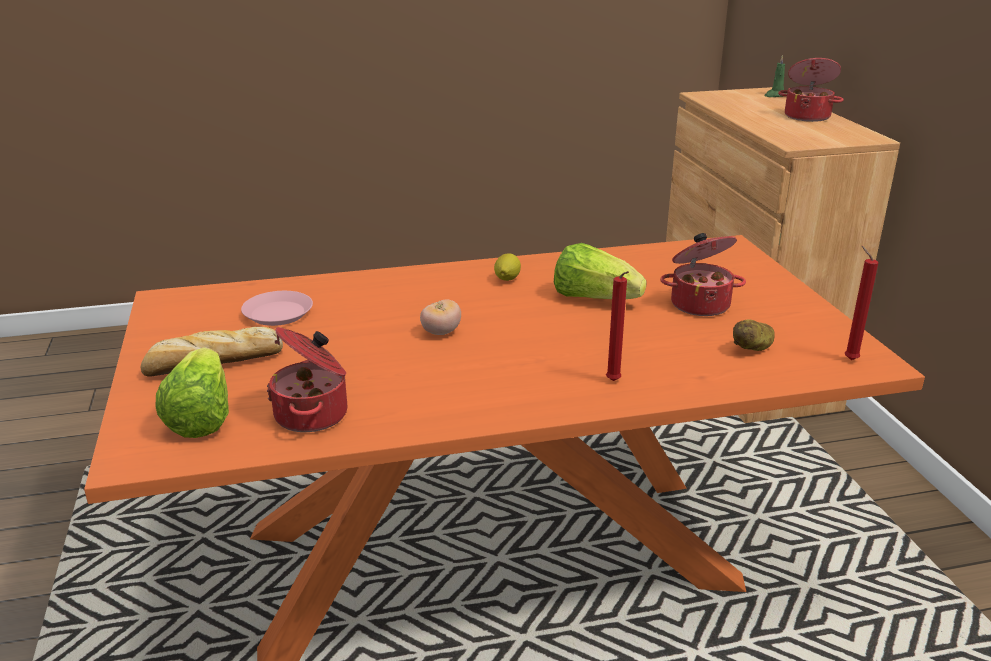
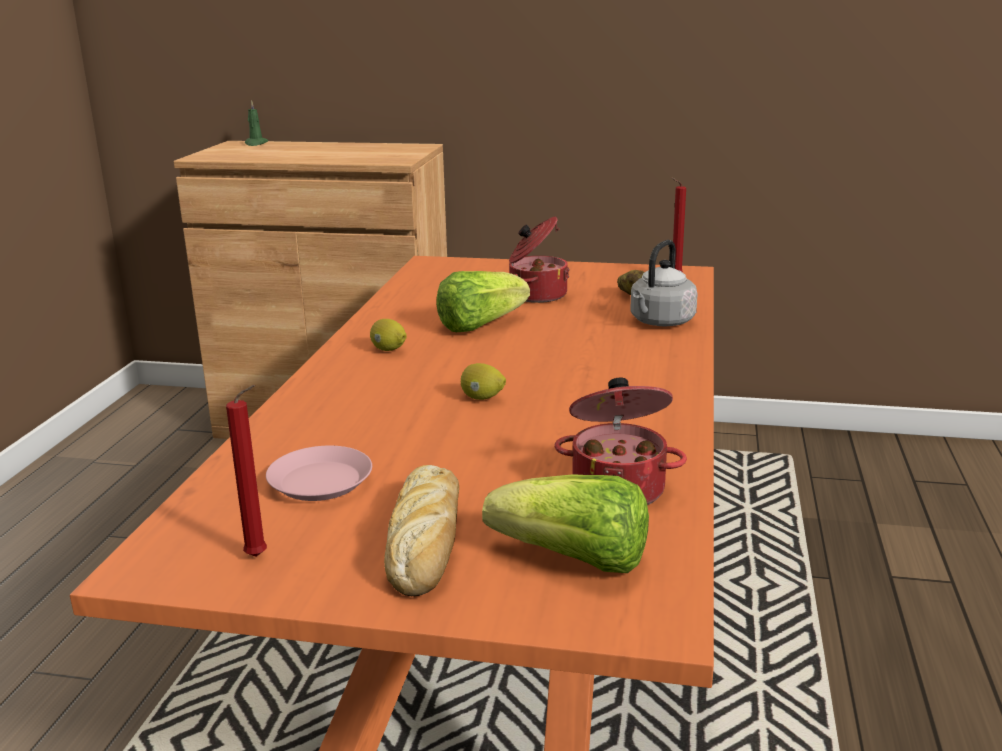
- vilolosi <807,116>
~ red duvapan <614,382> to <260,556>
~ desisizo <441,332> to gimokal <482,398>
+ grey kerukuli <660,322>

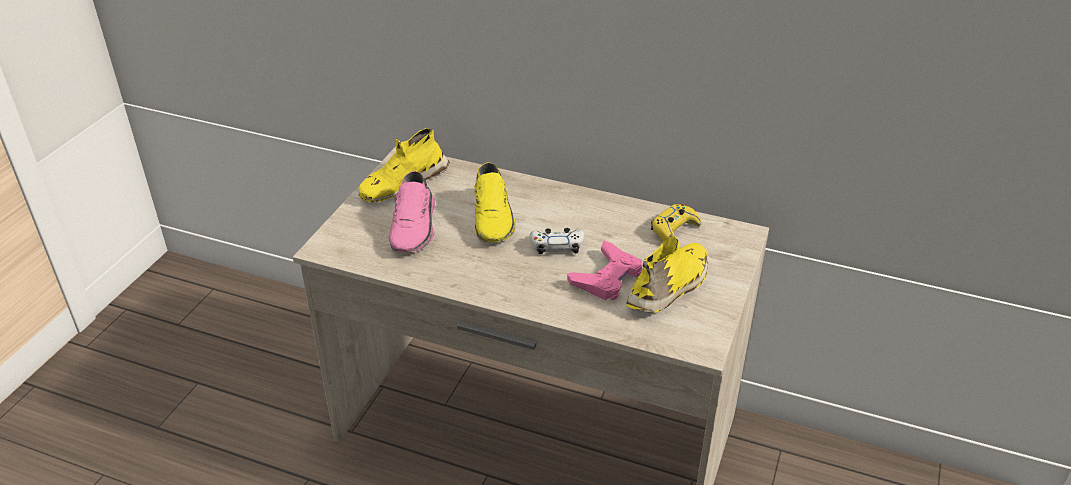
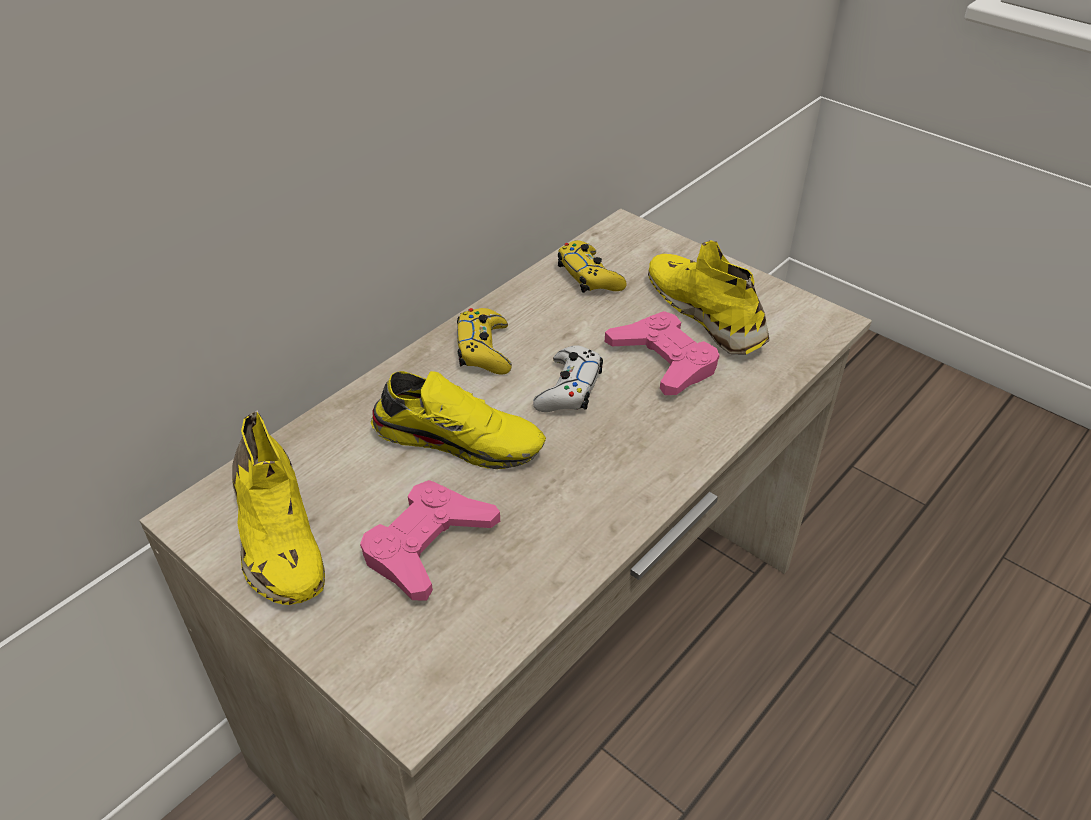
~ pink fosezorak <415,227> to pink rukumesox <428,545>
+ yellow rukumesox <484,350>

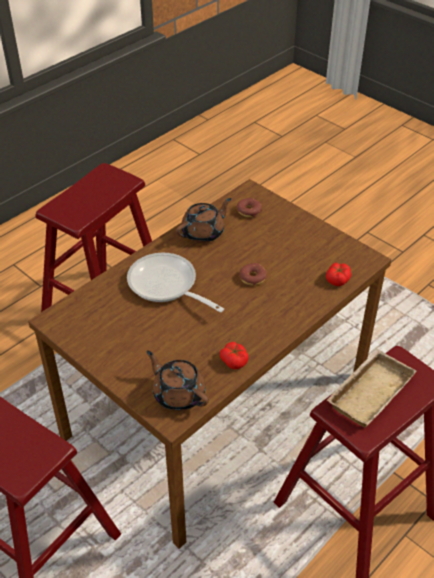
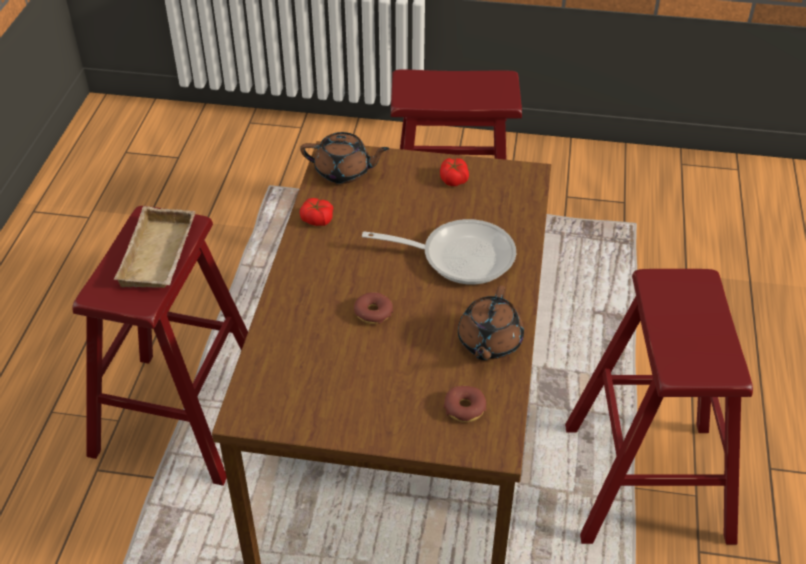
~ desisizo <338,279> to <453,179>

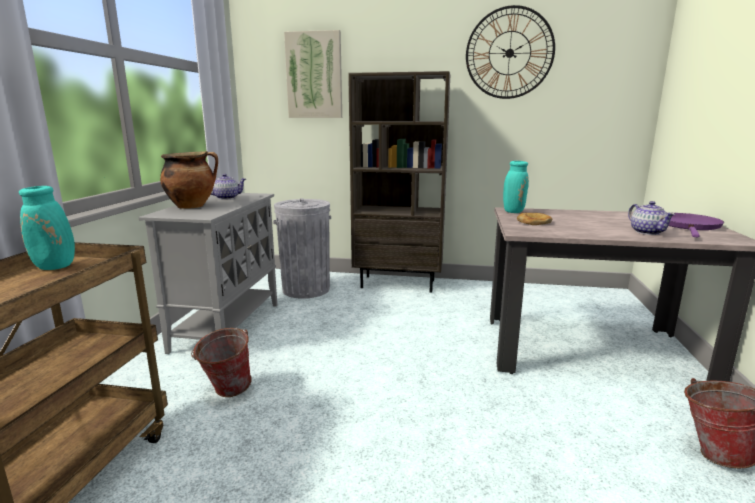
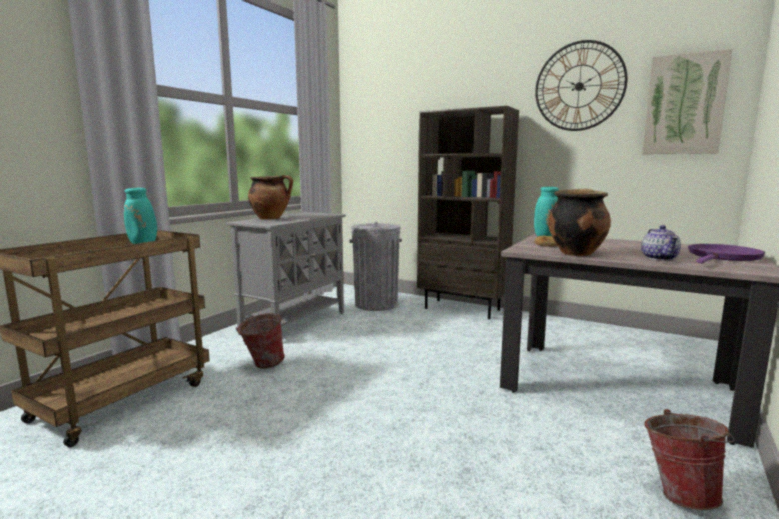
~ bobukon <314,75> to <684,105>
- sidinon <226,198>
+ vilolosi <575,253>

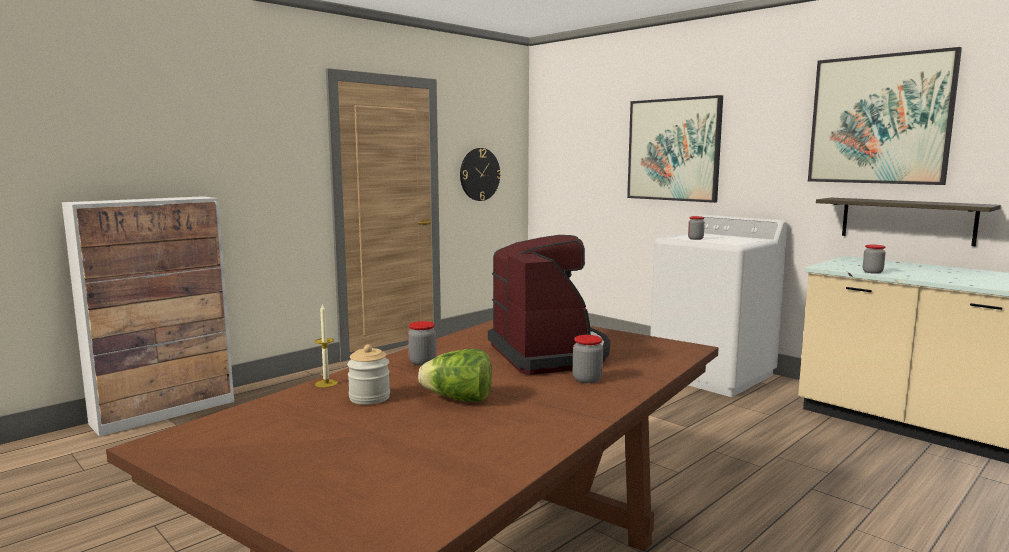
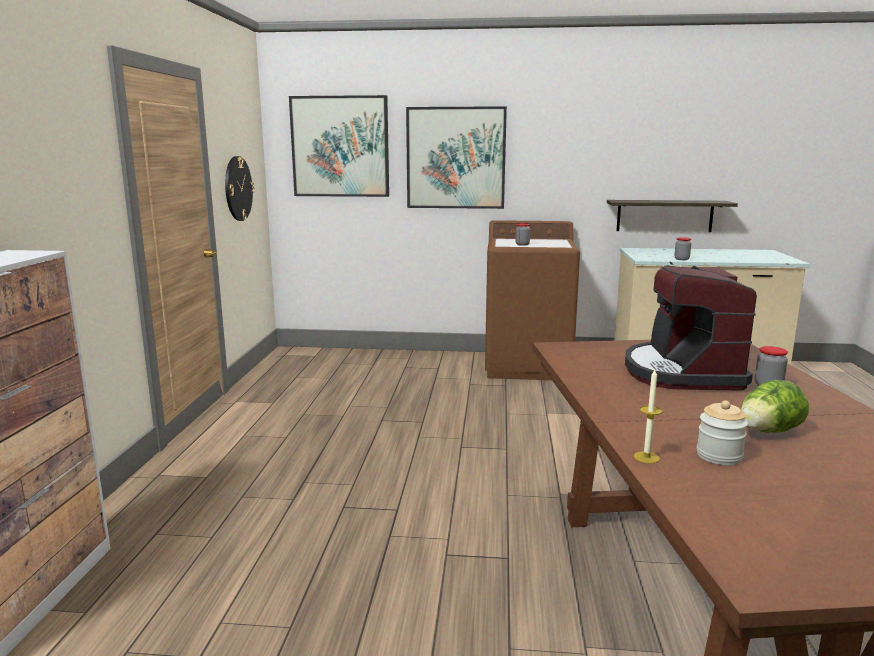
~ bobukon <879,120> to <340,147>
~ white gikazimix <712,375> to brown gikazimix <527,366>
~ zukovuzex <549,354> = <682,372> 120 degrees counterclockwise
- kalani <422,362>

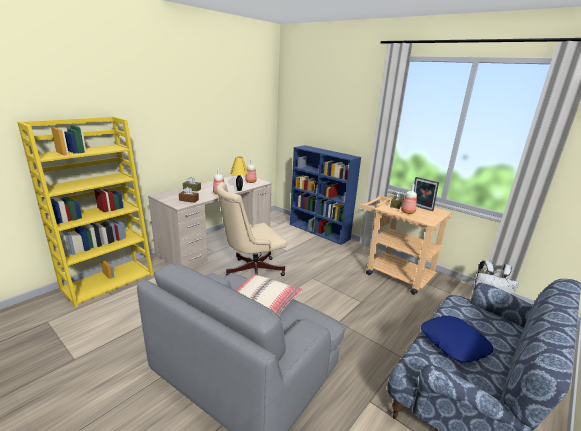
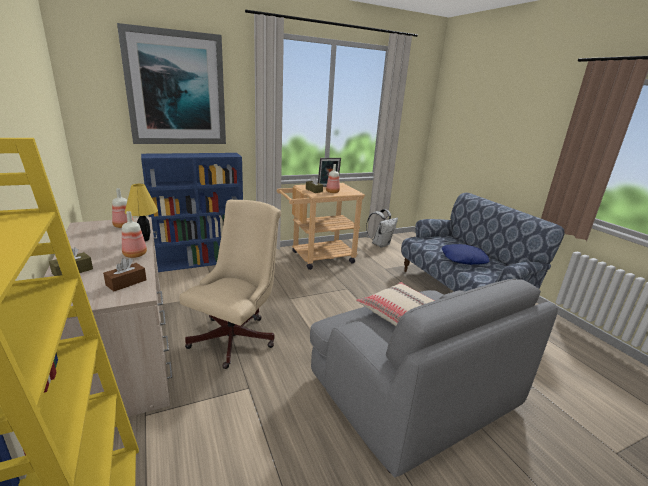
~ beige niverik <250,272> = <237,336> 150 degrees counterclockwise
+ bobukon <176,89>

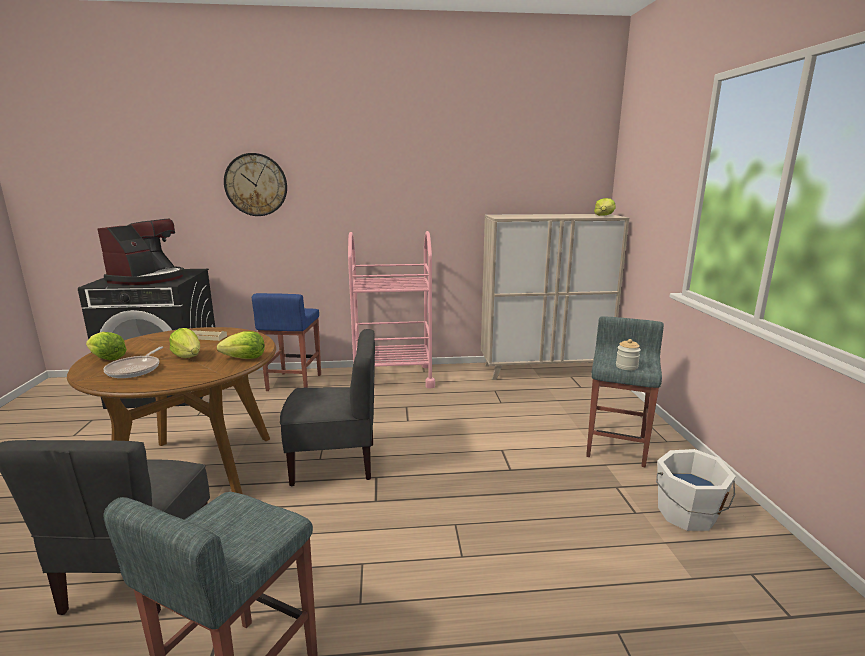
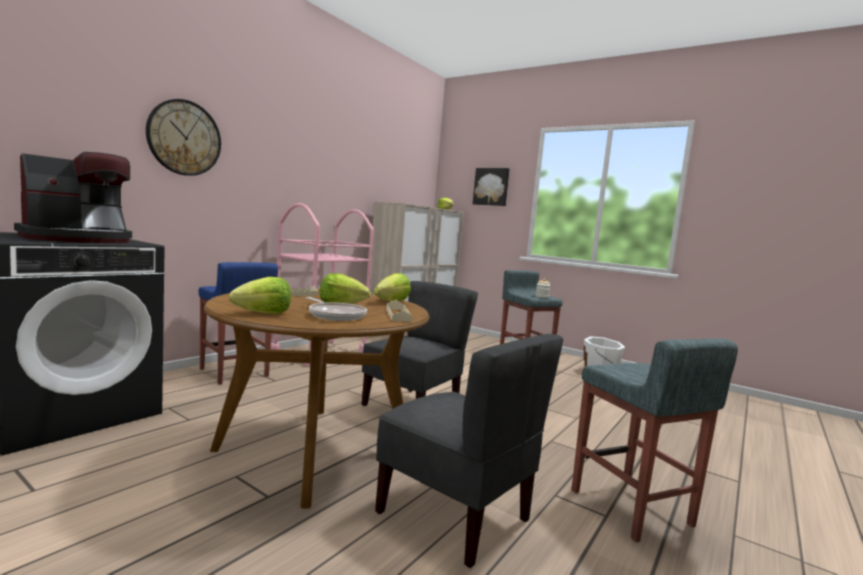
~ zukovuzex <148,279> = <78,239> 75 degrees clockwise
+ bobukon <491,187>
+ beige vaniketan <398,315>

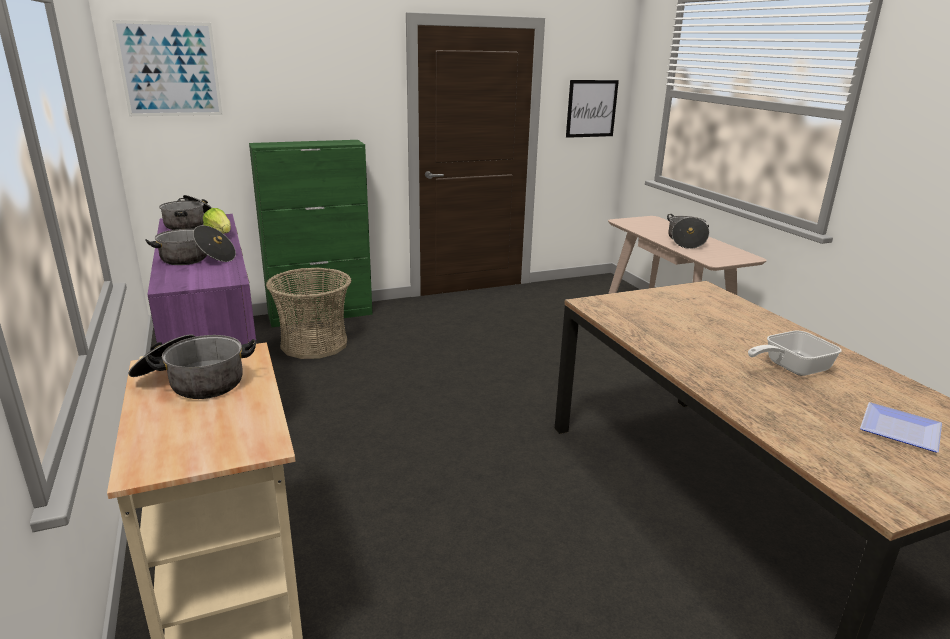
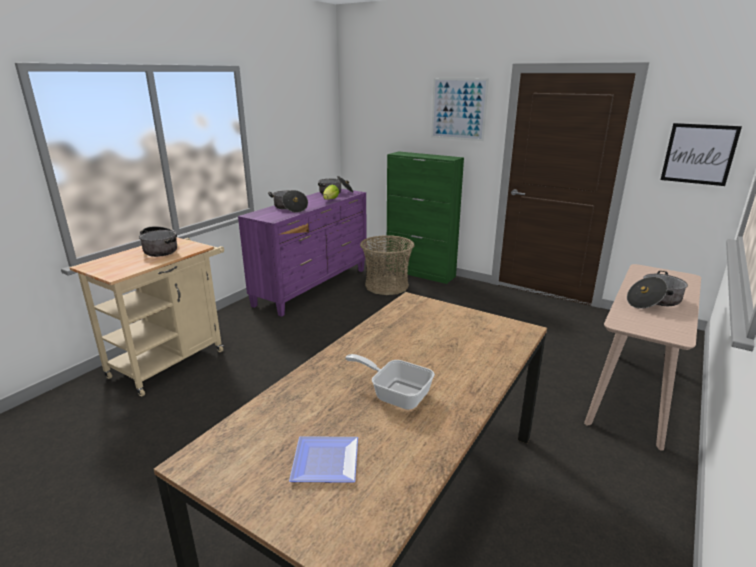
~ bobukon <170,69> to <458,109>

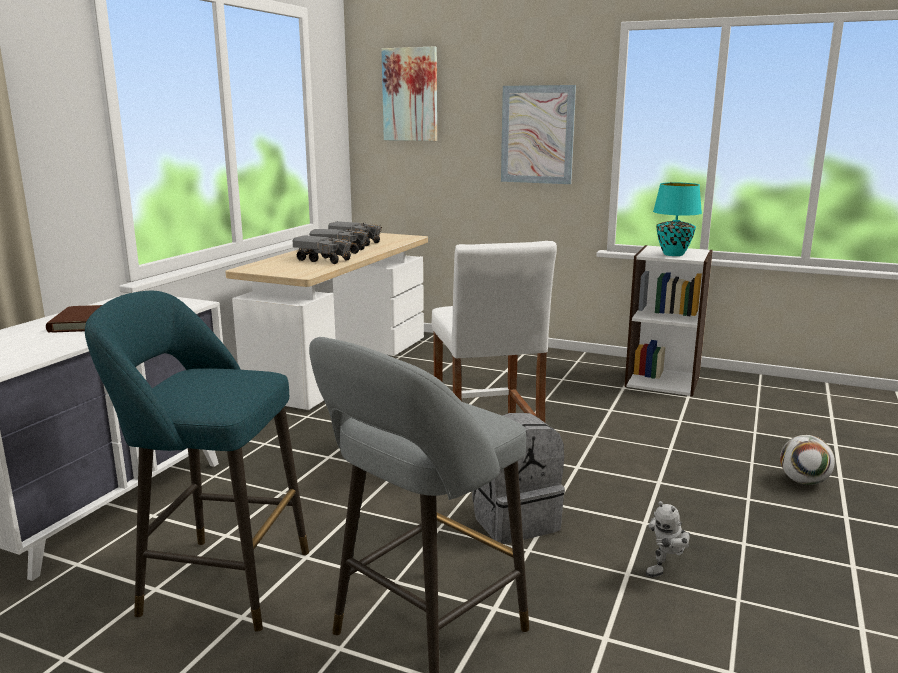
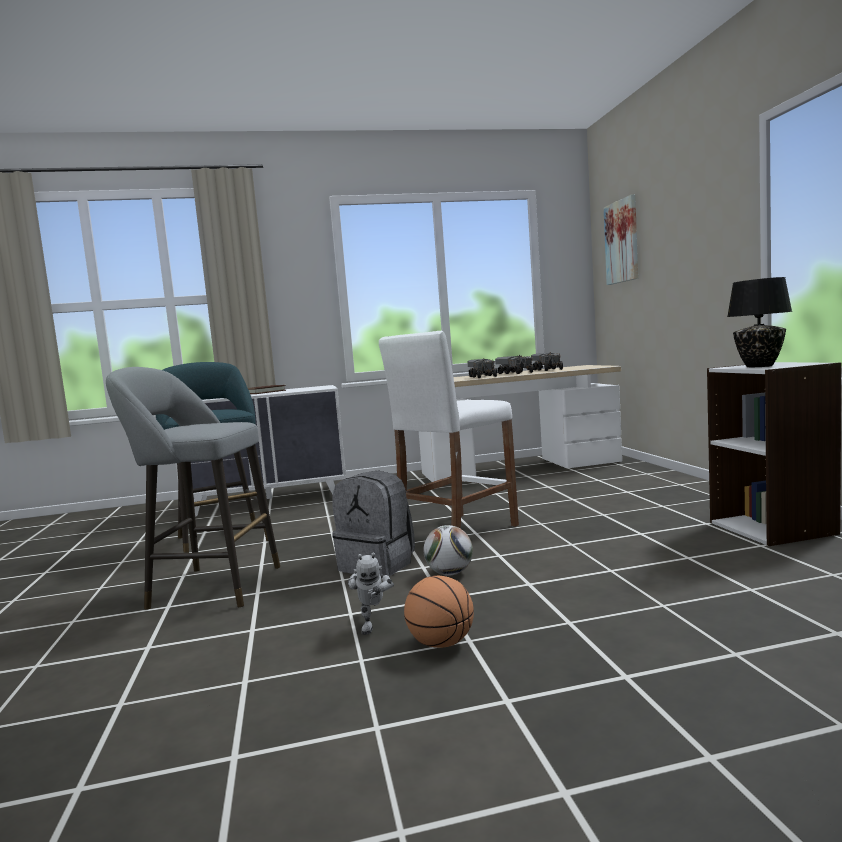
- bobukon <537,134>
~ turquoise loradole <674,254> to black loradole <760,366>
~ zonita <803,481> to <449,573>
~ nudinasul <667,571> = <373,625> 105 degrees counterclockwise
+ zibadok <441,644>

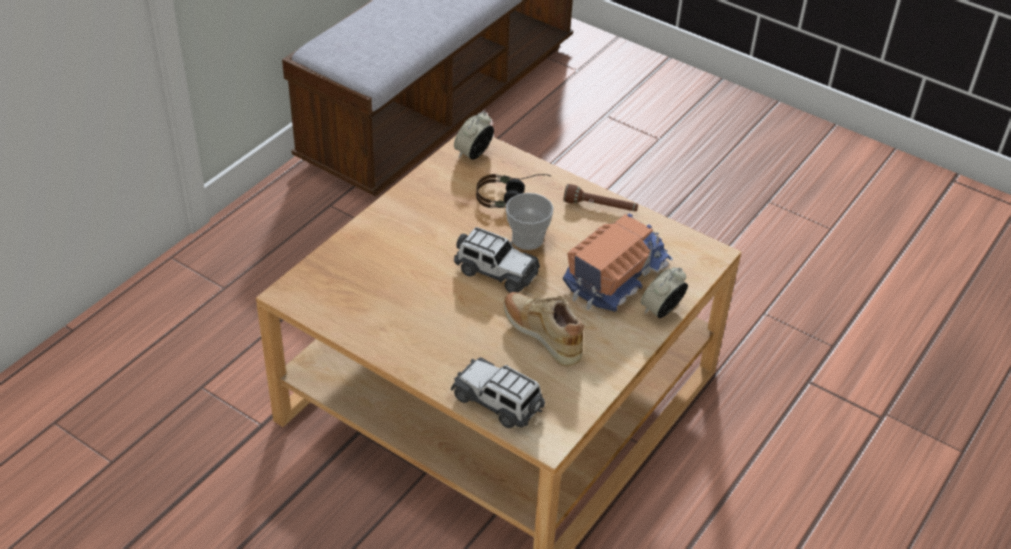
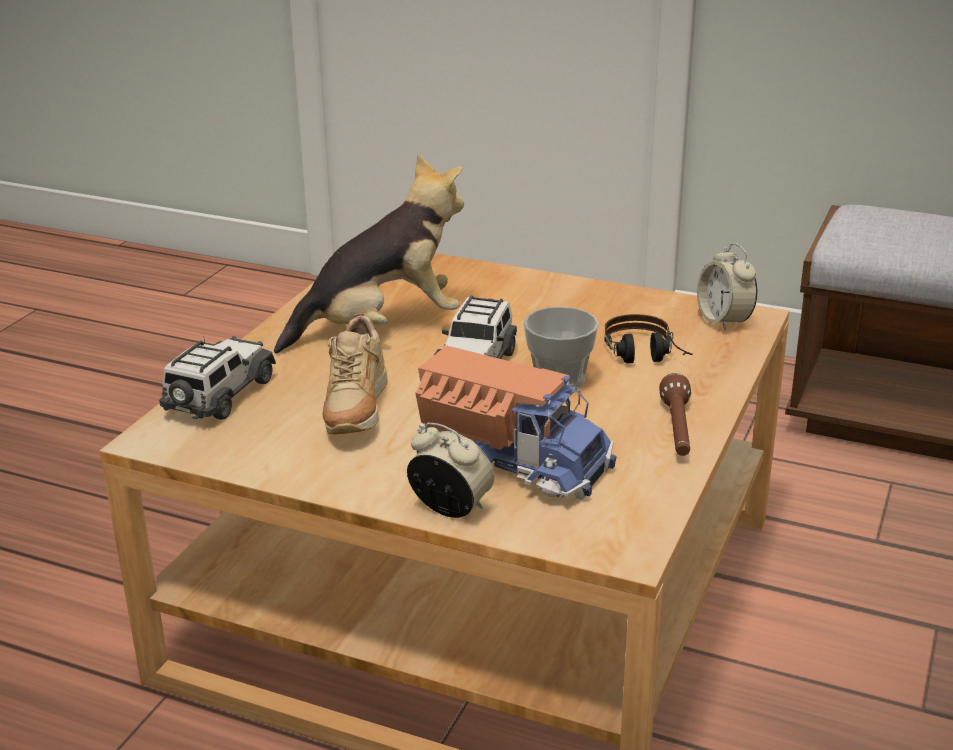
~ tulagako <473,154> = <724,321> 135 degrees counterclockwise
~ beige fosezorak <542,336> = <355,413> 150 degrees clockwise
+ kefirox <382,328>

